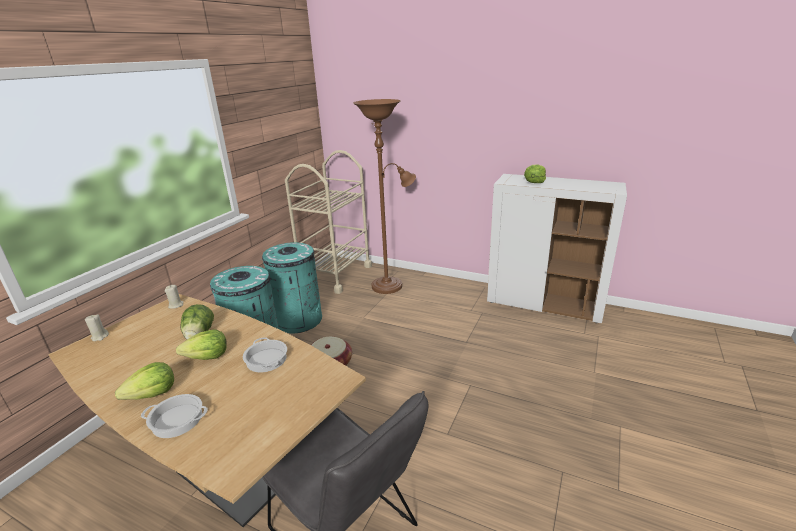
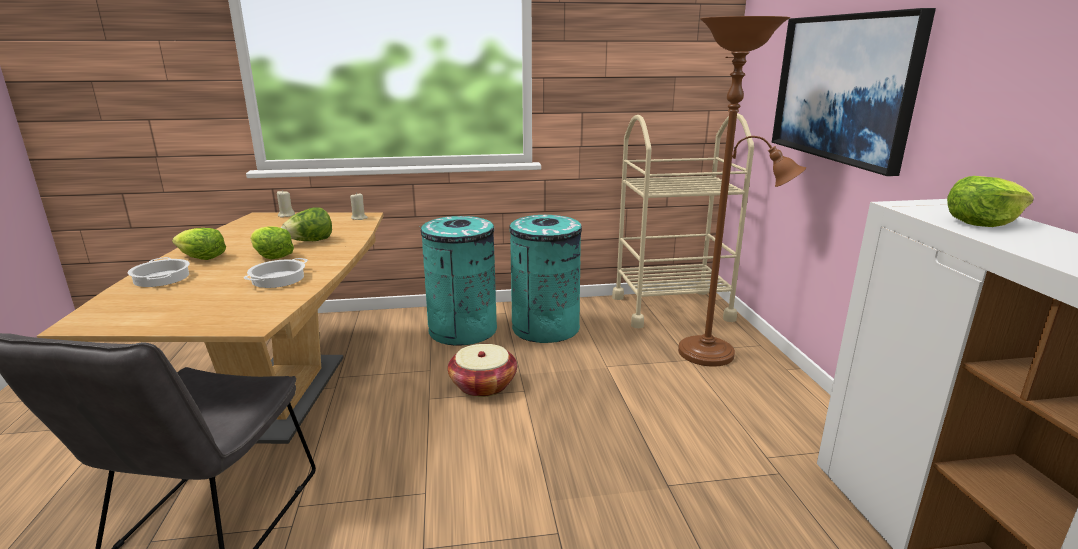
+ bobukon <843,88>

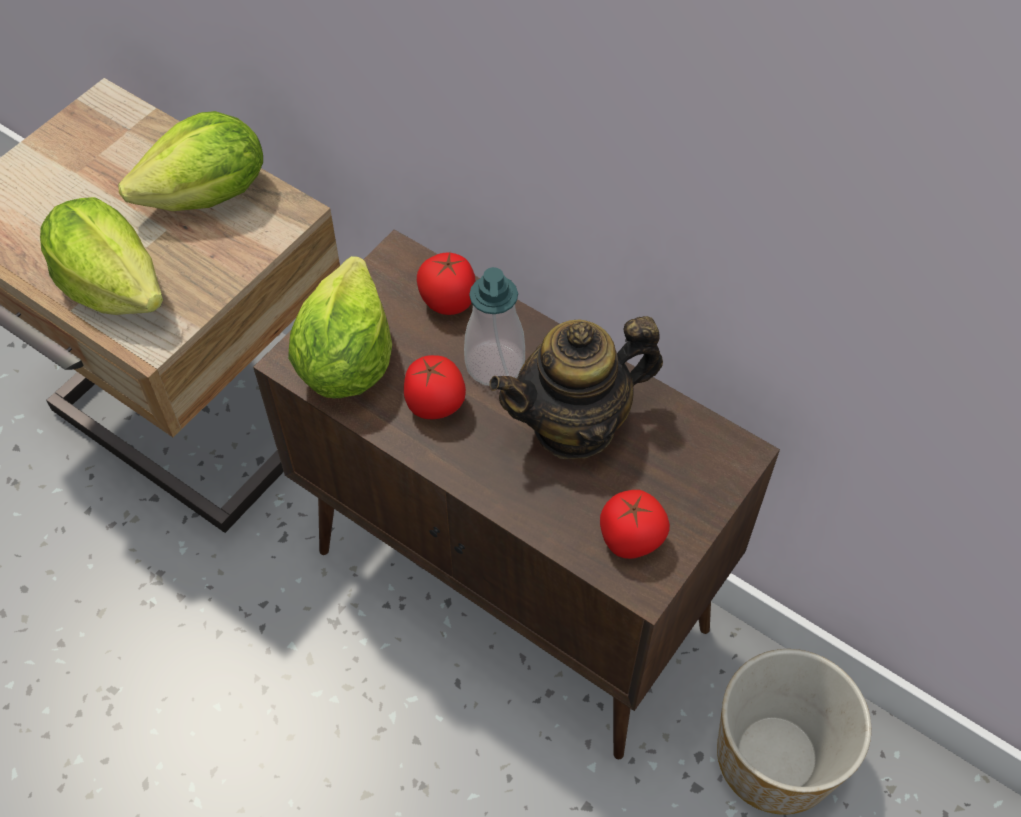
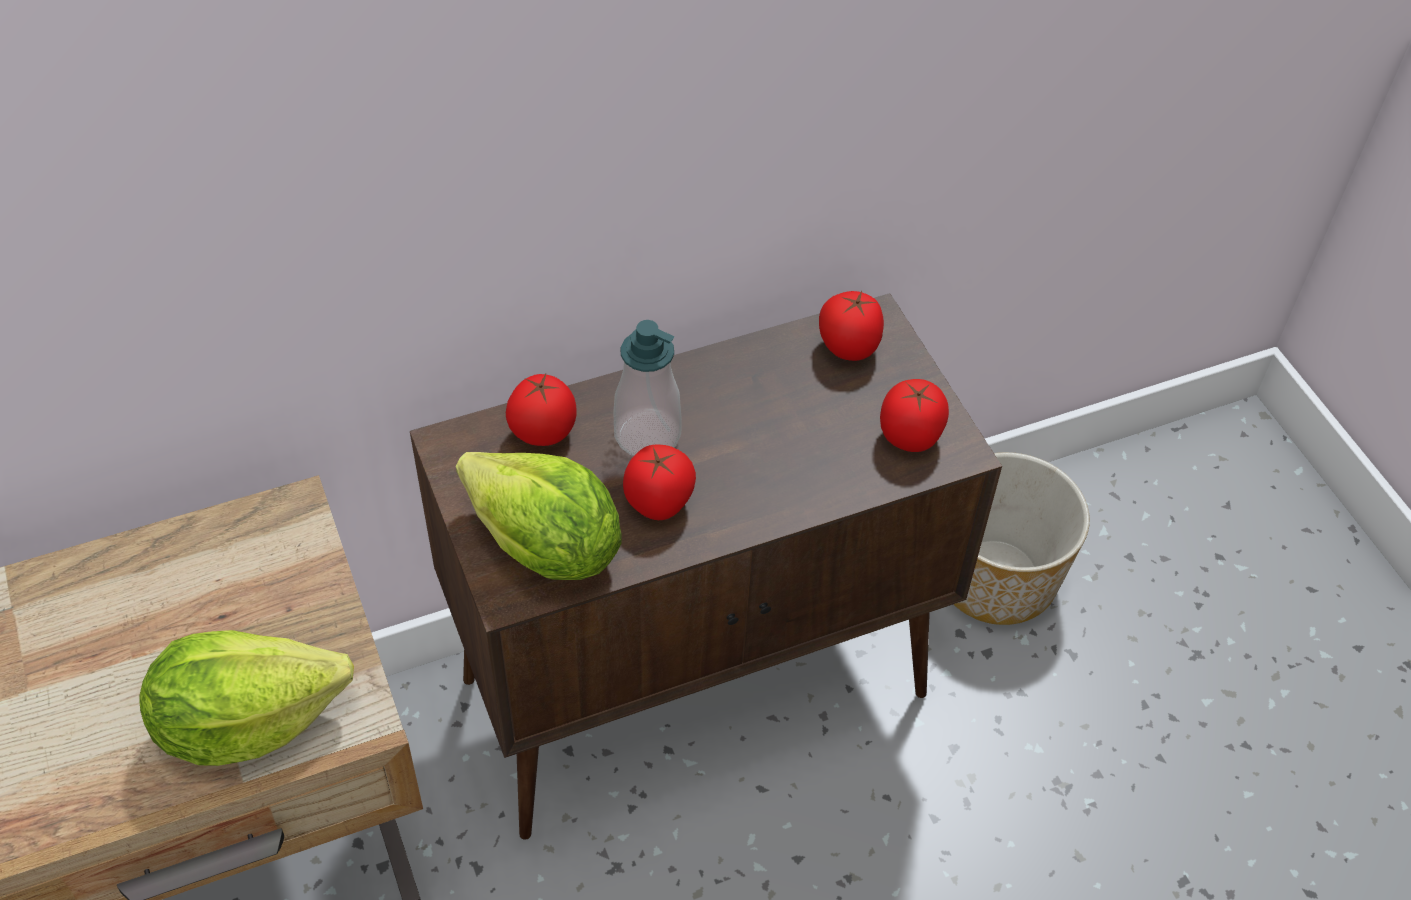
- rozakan <208,196>
- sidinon <574,425>
+ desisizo <848,347>

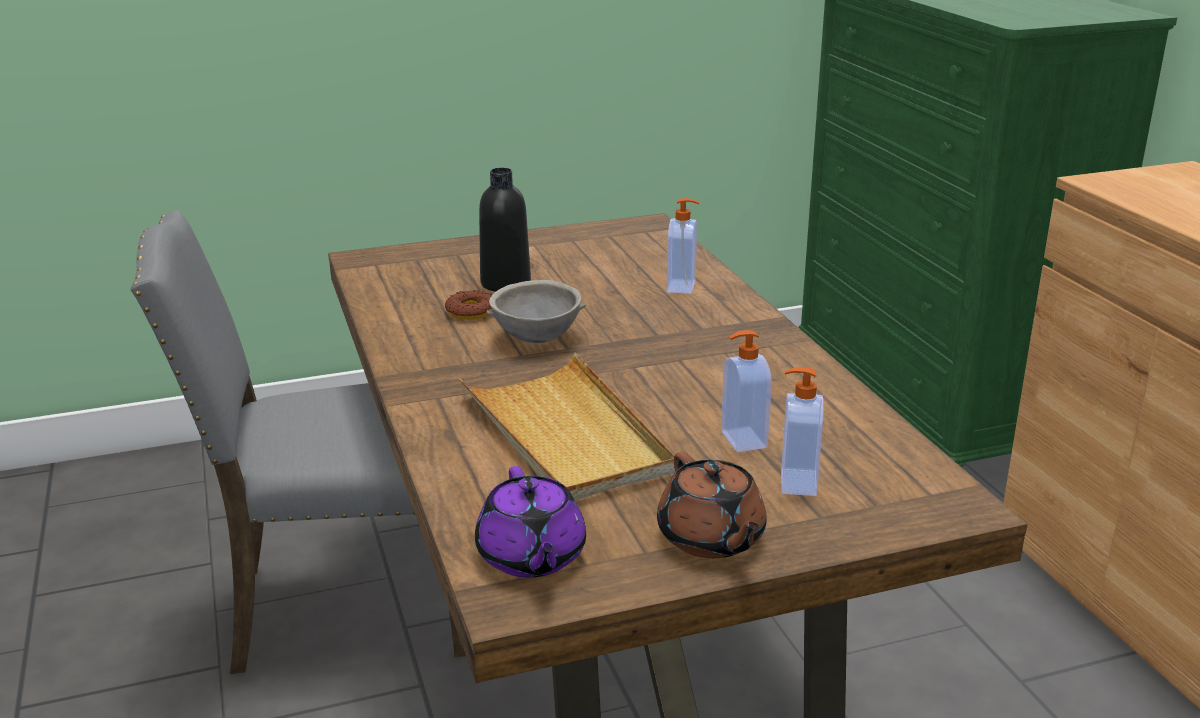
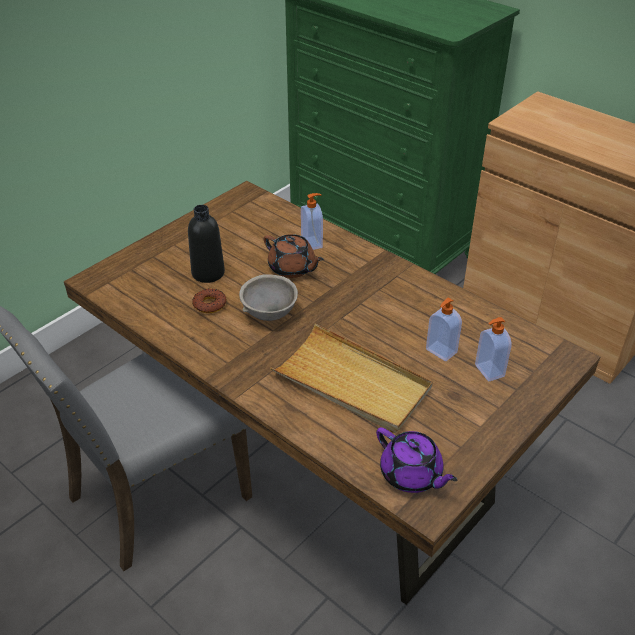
~ brown sidinon <711,539> to <292,268>

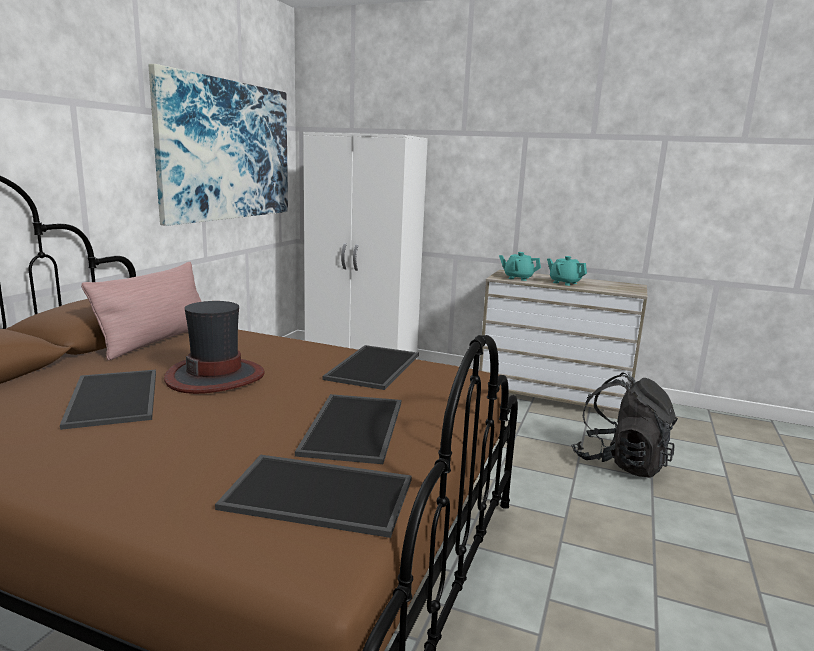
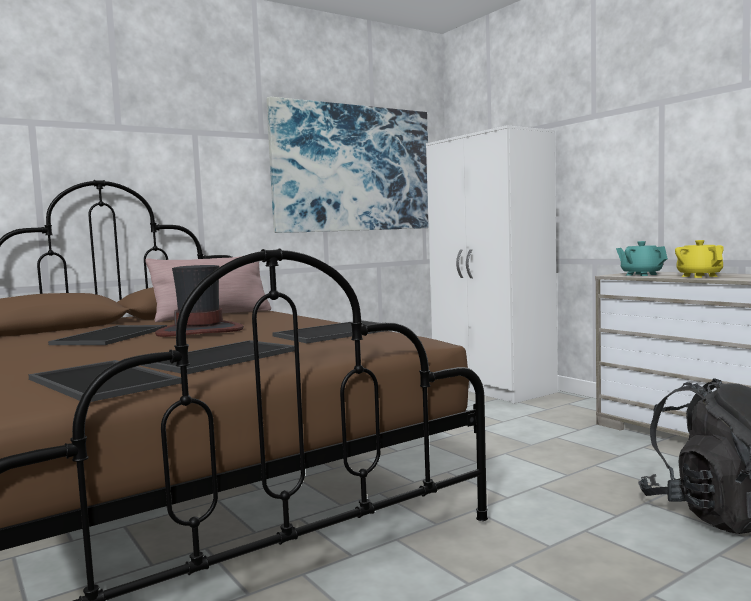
~ turquoise sidinon <564,283> to yellow sidinon <699,276>

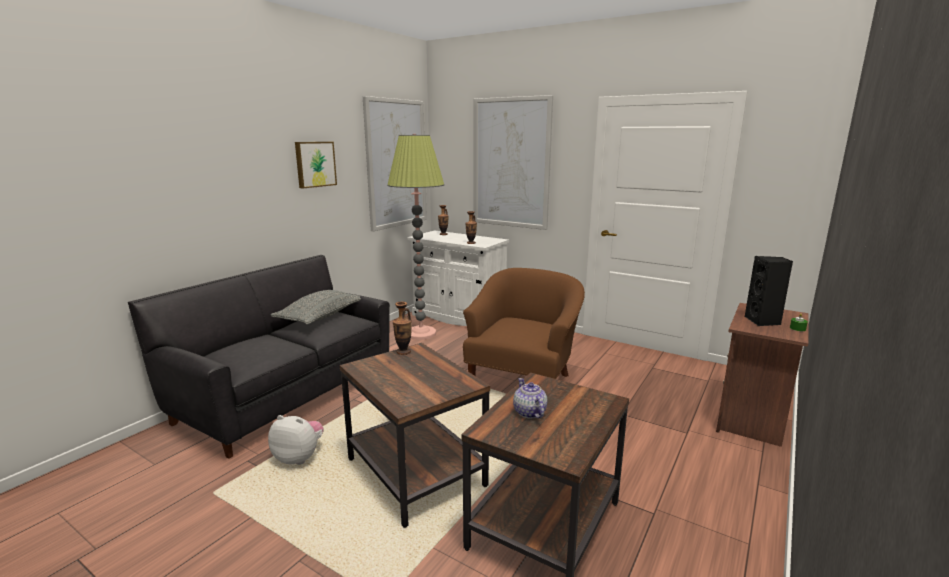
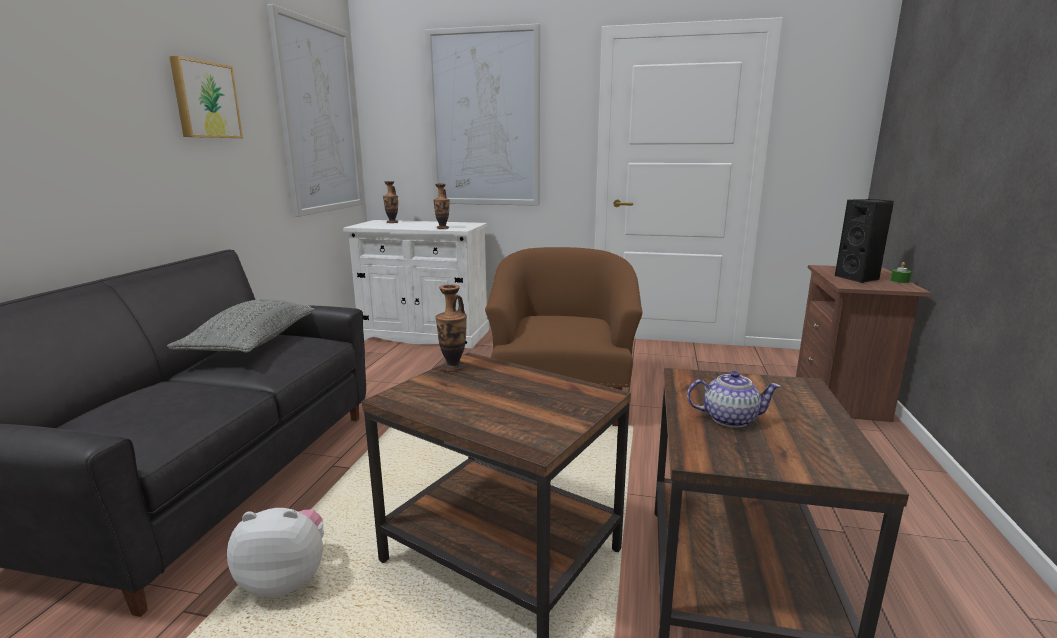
- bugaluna <421,334>
~ sidinon <529,412> = <729,419> 135 degrees clockwise

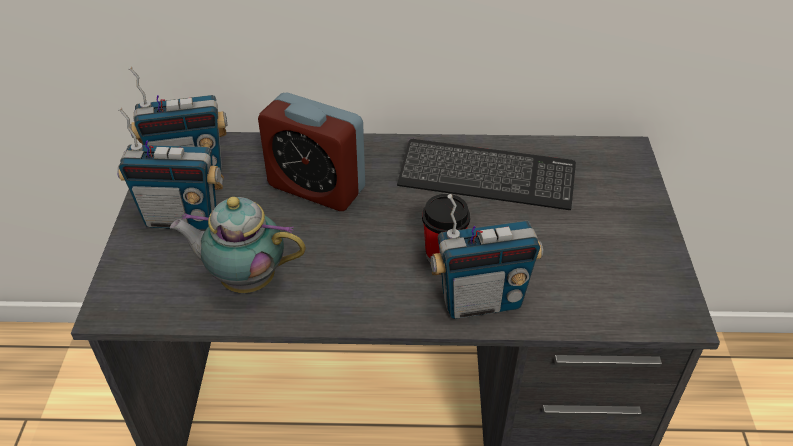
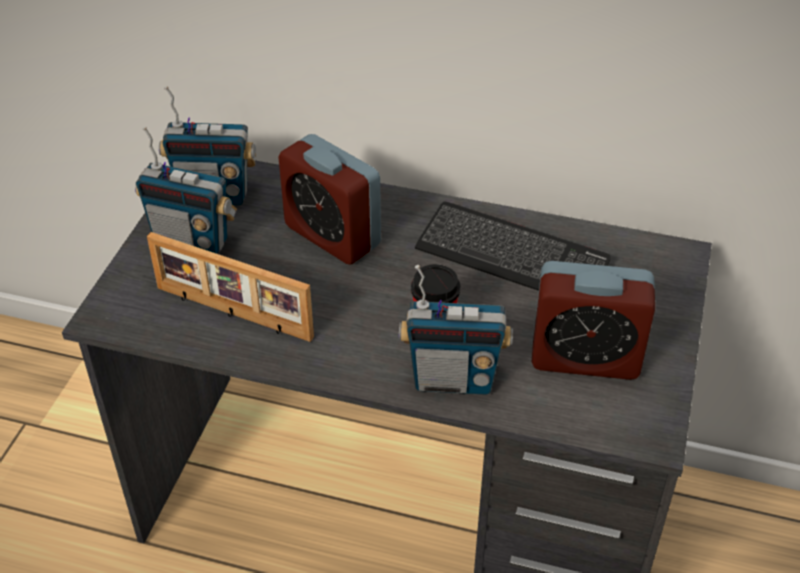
~ sidinon <245,279> to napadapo <232,314>
+ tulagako <585,358>

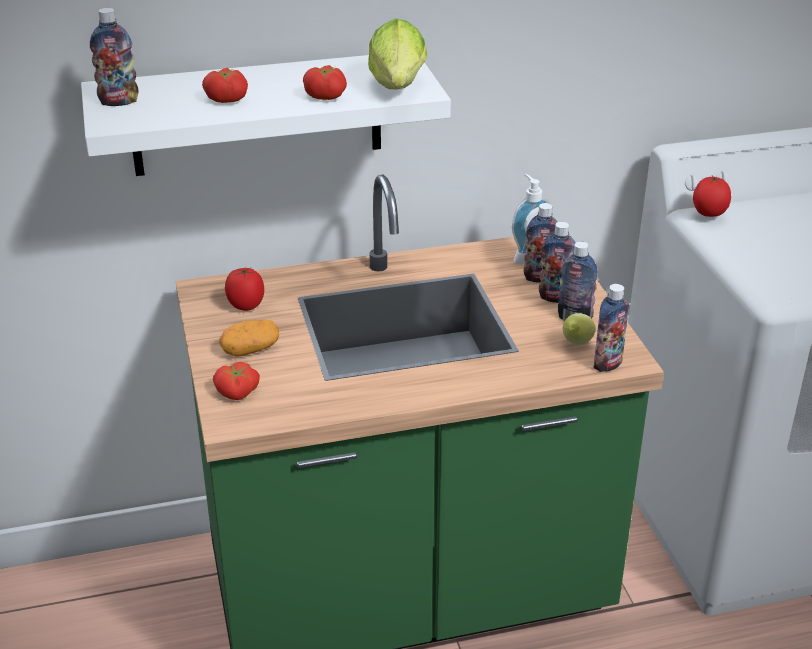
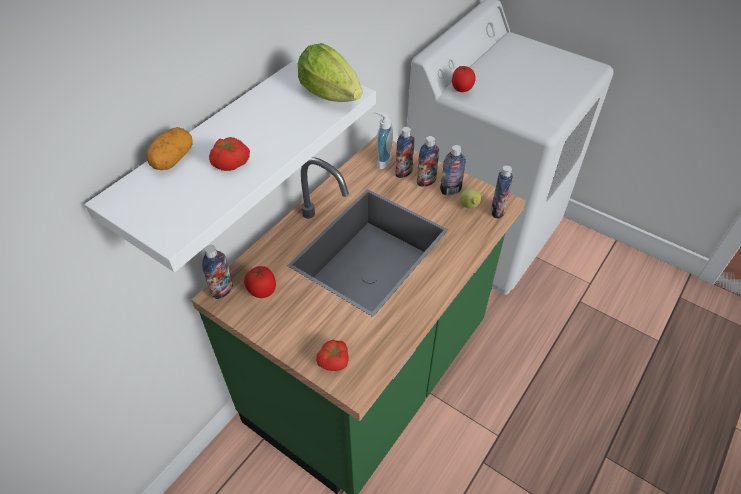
~ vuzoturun <119,101> to <222,290>
- desisizo <326,96>
~ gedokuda <250,350> to <173,159>

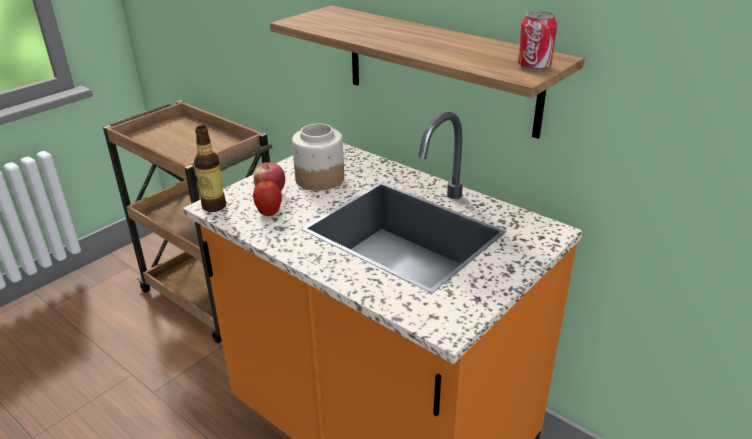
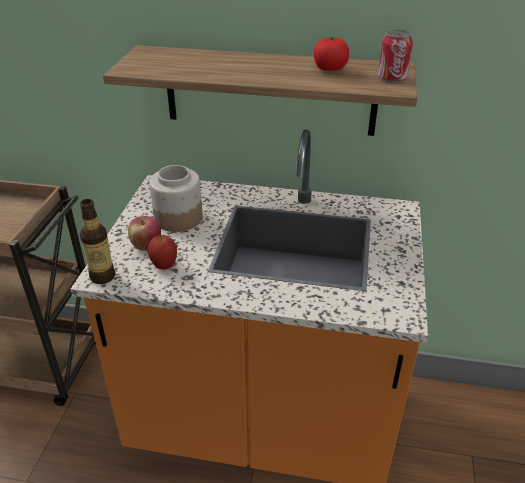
+ desisizo <329,69>

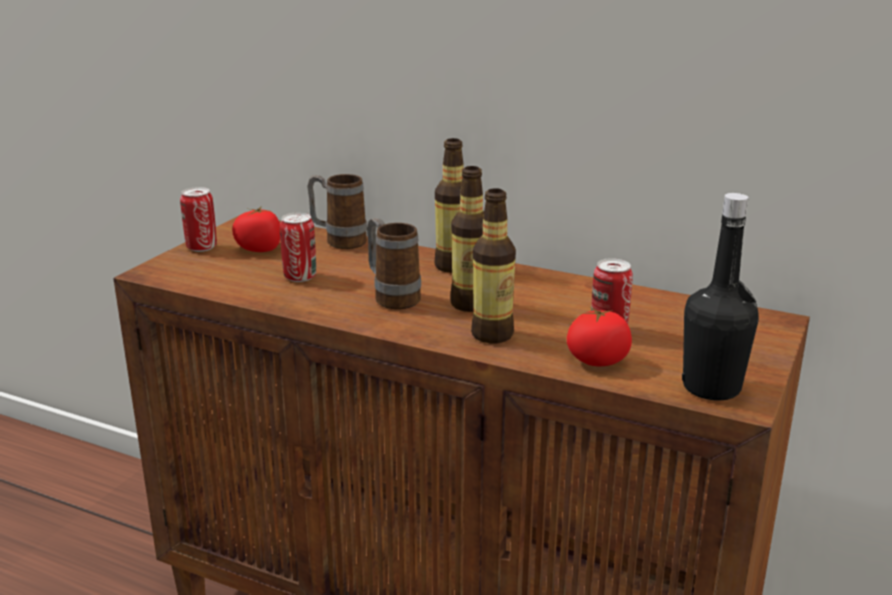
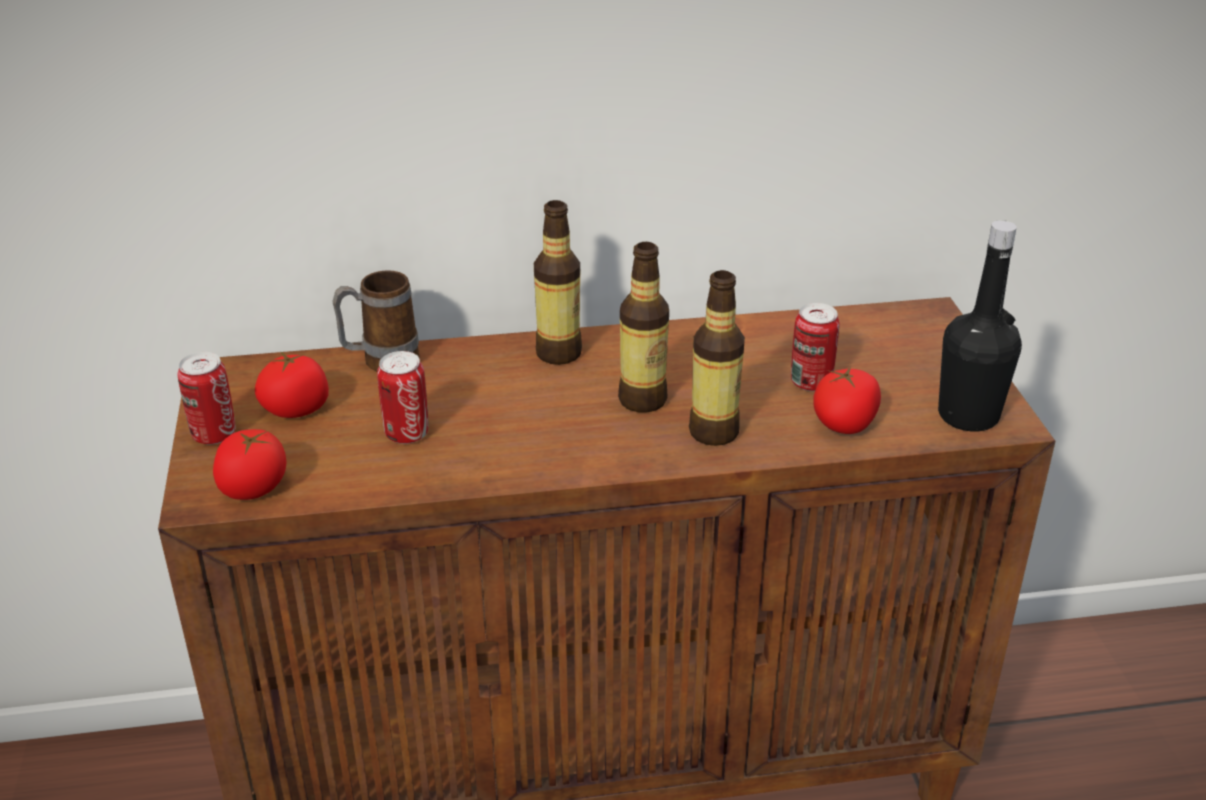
- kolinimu <392,297>
+ desisizo <254,488>

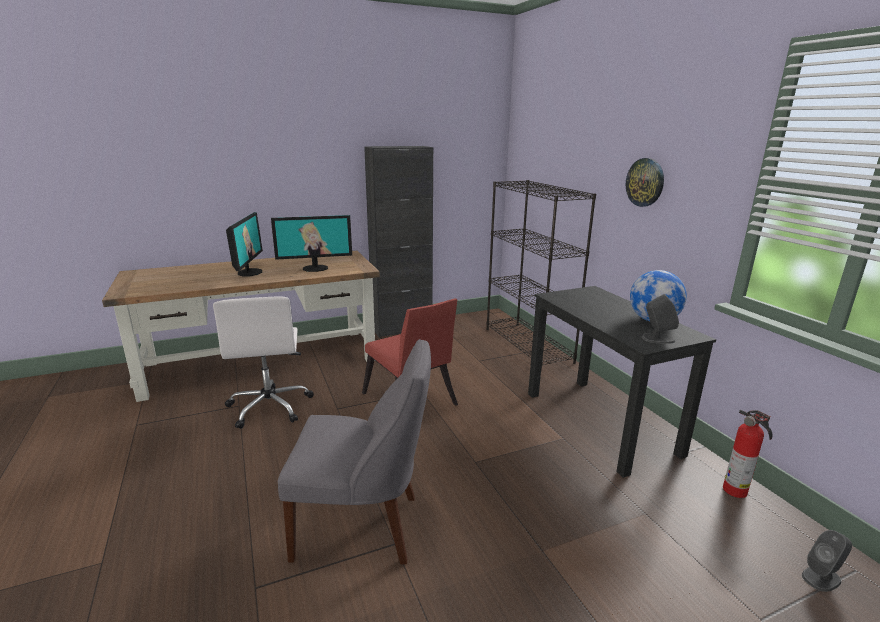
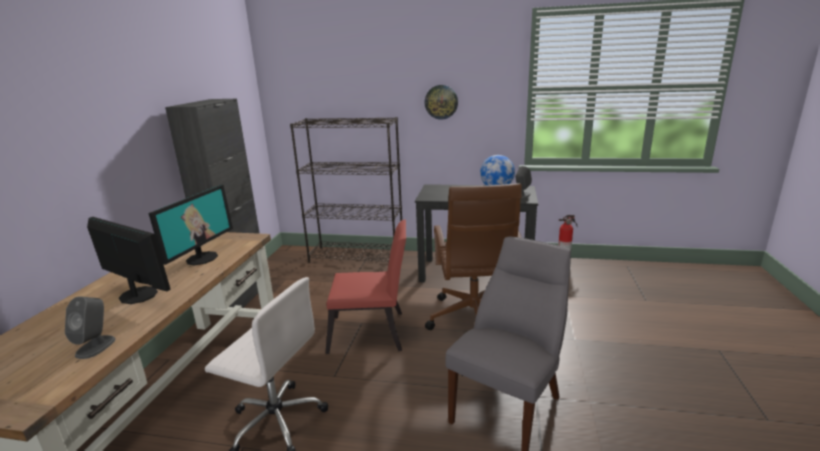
~ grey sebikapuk <821,577> to <96,346>
+ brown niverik <474,320>

